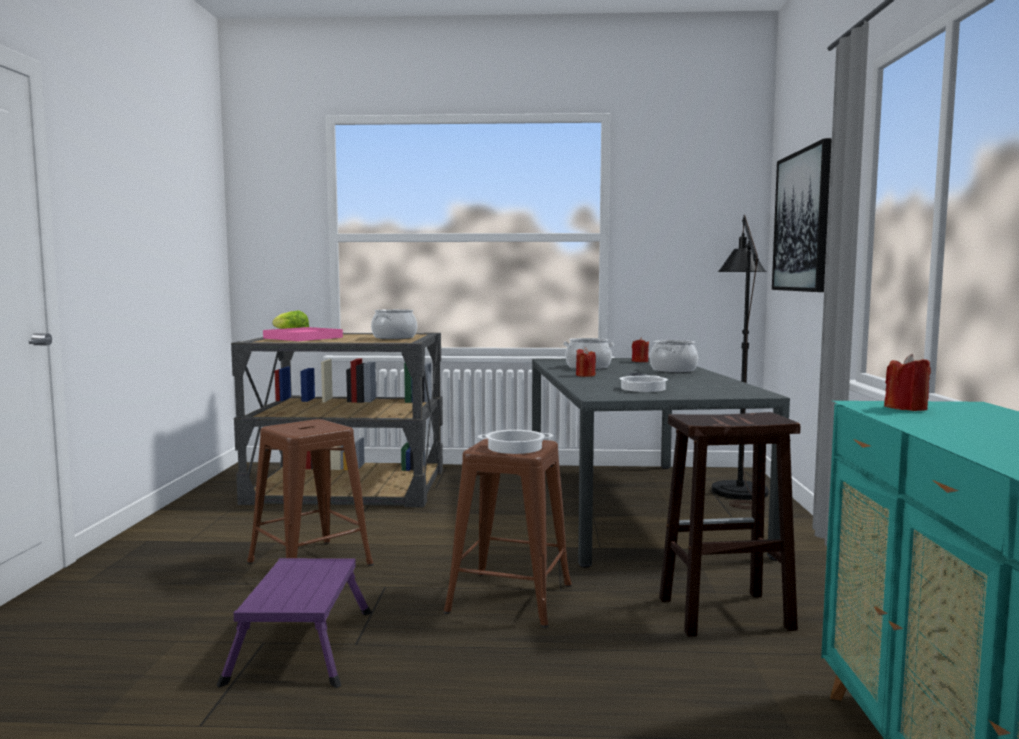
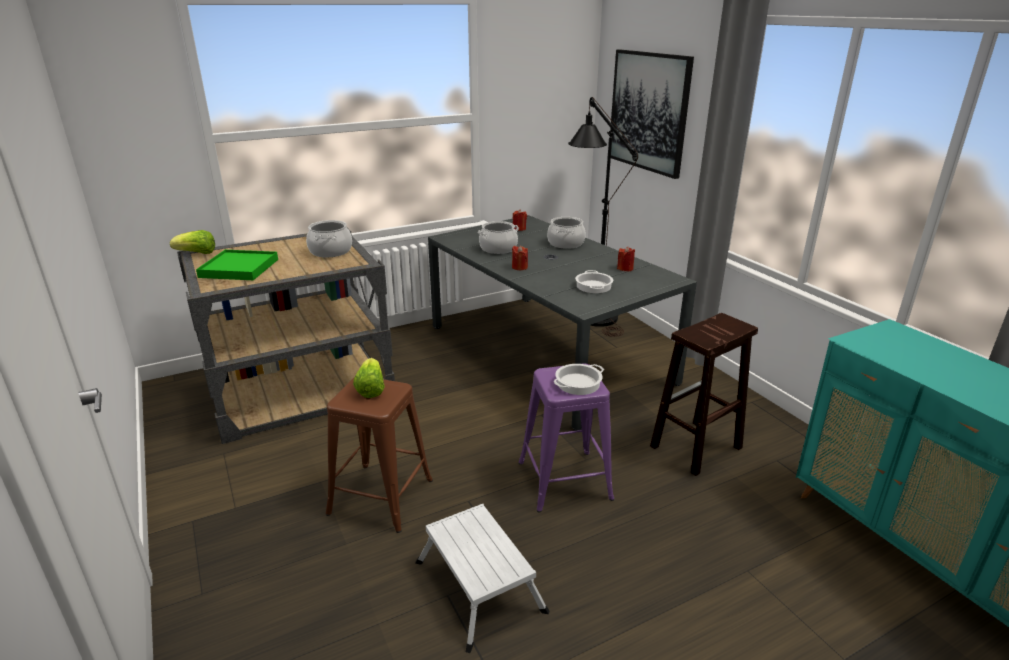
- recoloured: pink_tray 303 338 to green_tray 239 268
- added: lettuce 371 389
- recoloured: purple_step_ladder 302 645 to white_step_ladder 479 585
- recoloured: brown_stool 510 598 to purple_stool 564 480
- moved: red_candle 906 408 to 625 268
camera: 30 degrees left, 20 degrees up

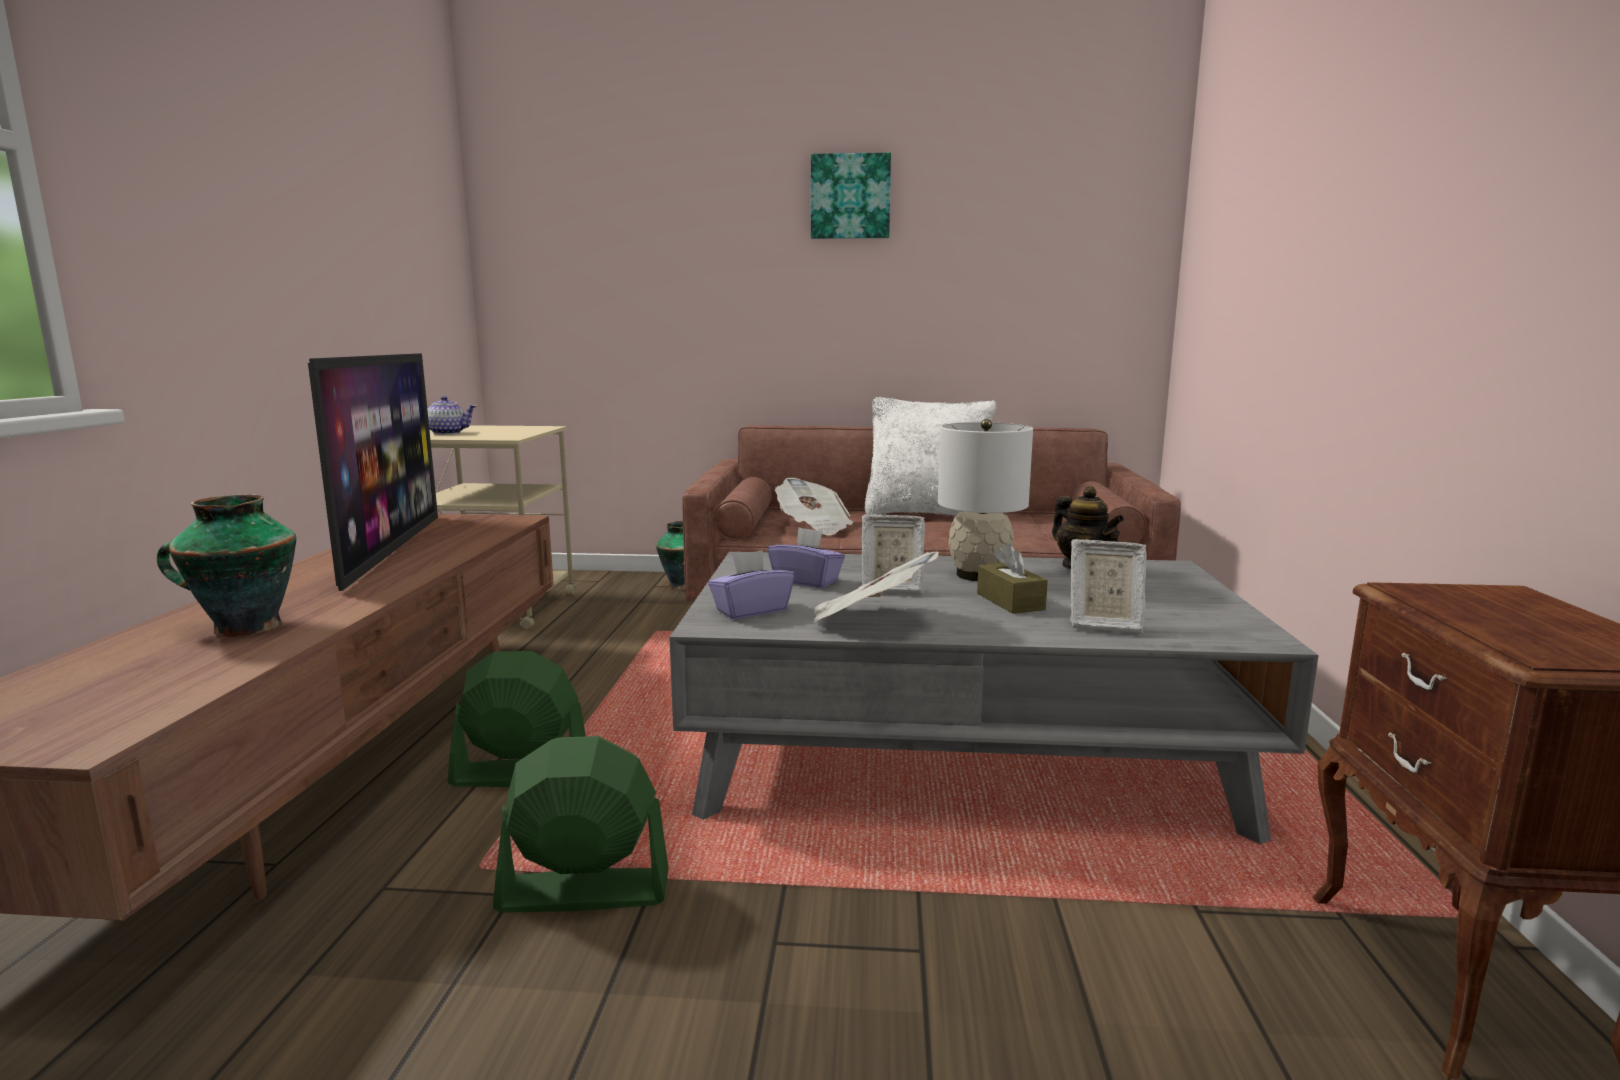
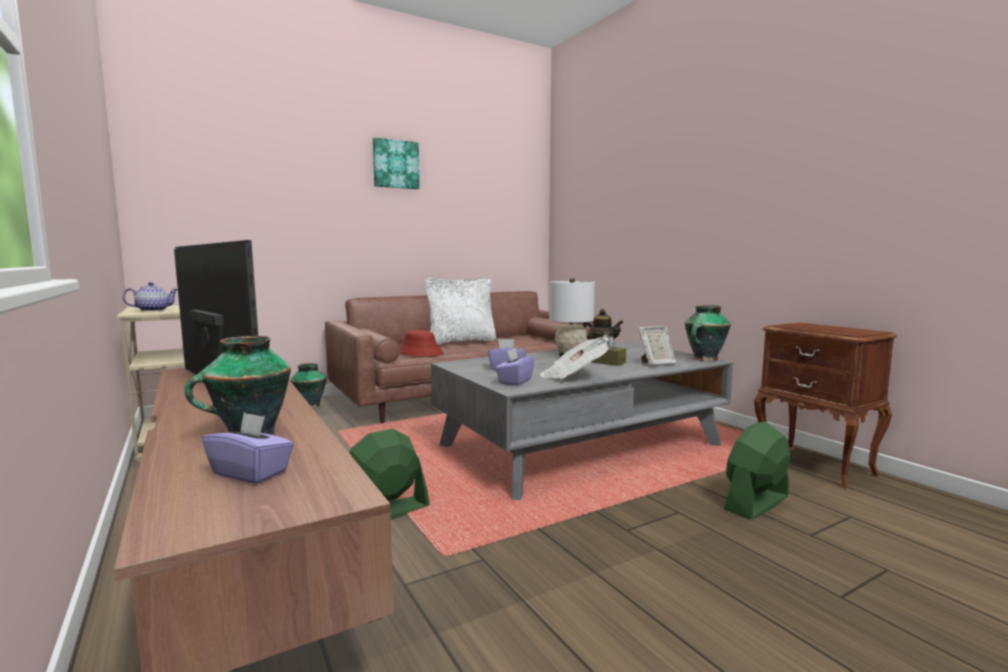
- added: purple_tissue_box 251 473
- replaced: newspaper 814 527 to red_hat 420 352
- added: vase 704 359
- moved: green_fan 583 891 to 756 503
- removed: picture_frame 891 589
camera: 35 degrees left, 5 degrees down

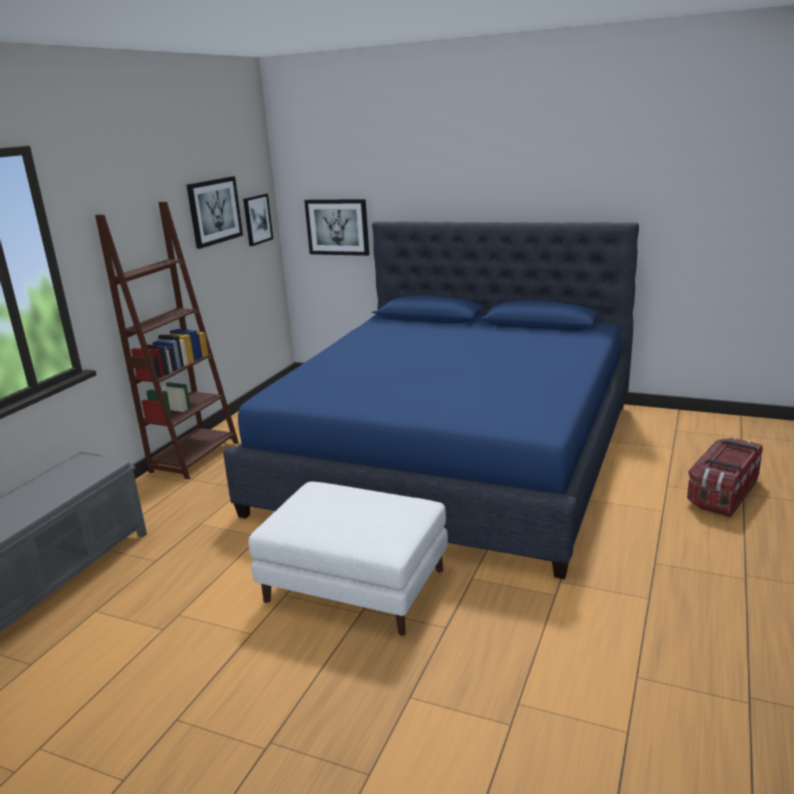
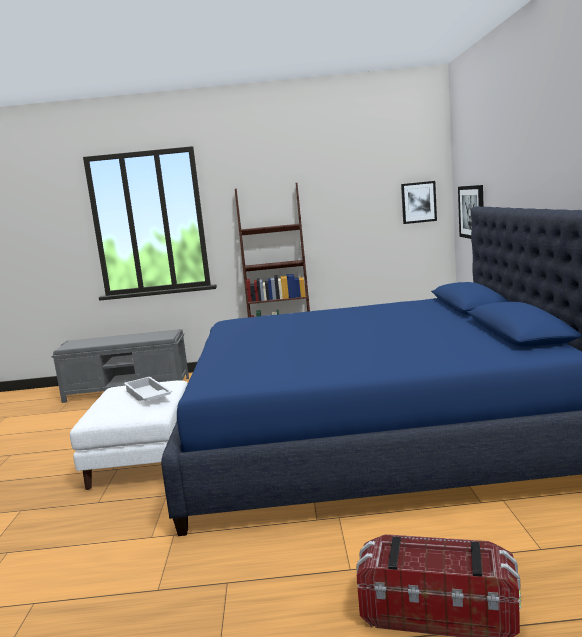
- added: white_tray 147 395
- removed: picture 214 211
camera: 65 degrees right, 10 degrees down

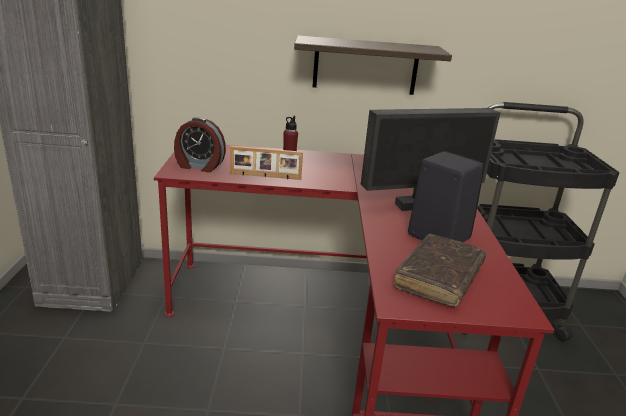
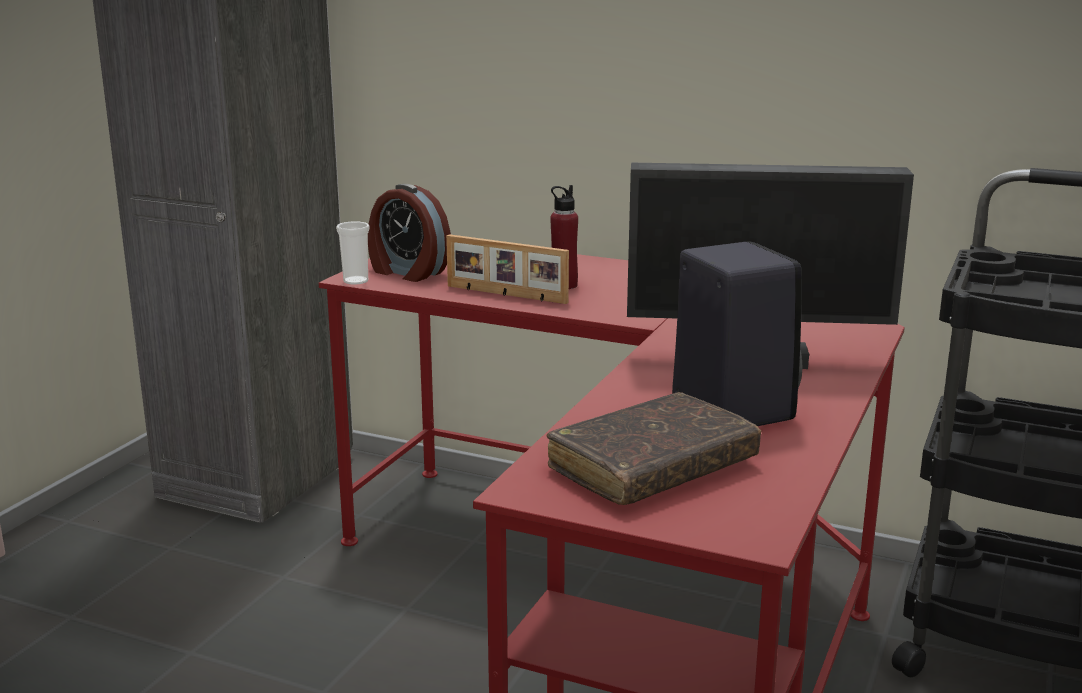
- added: cup 355 281
- removed: shelf 365 66
camera: 25 degrees right, 5 degrees down

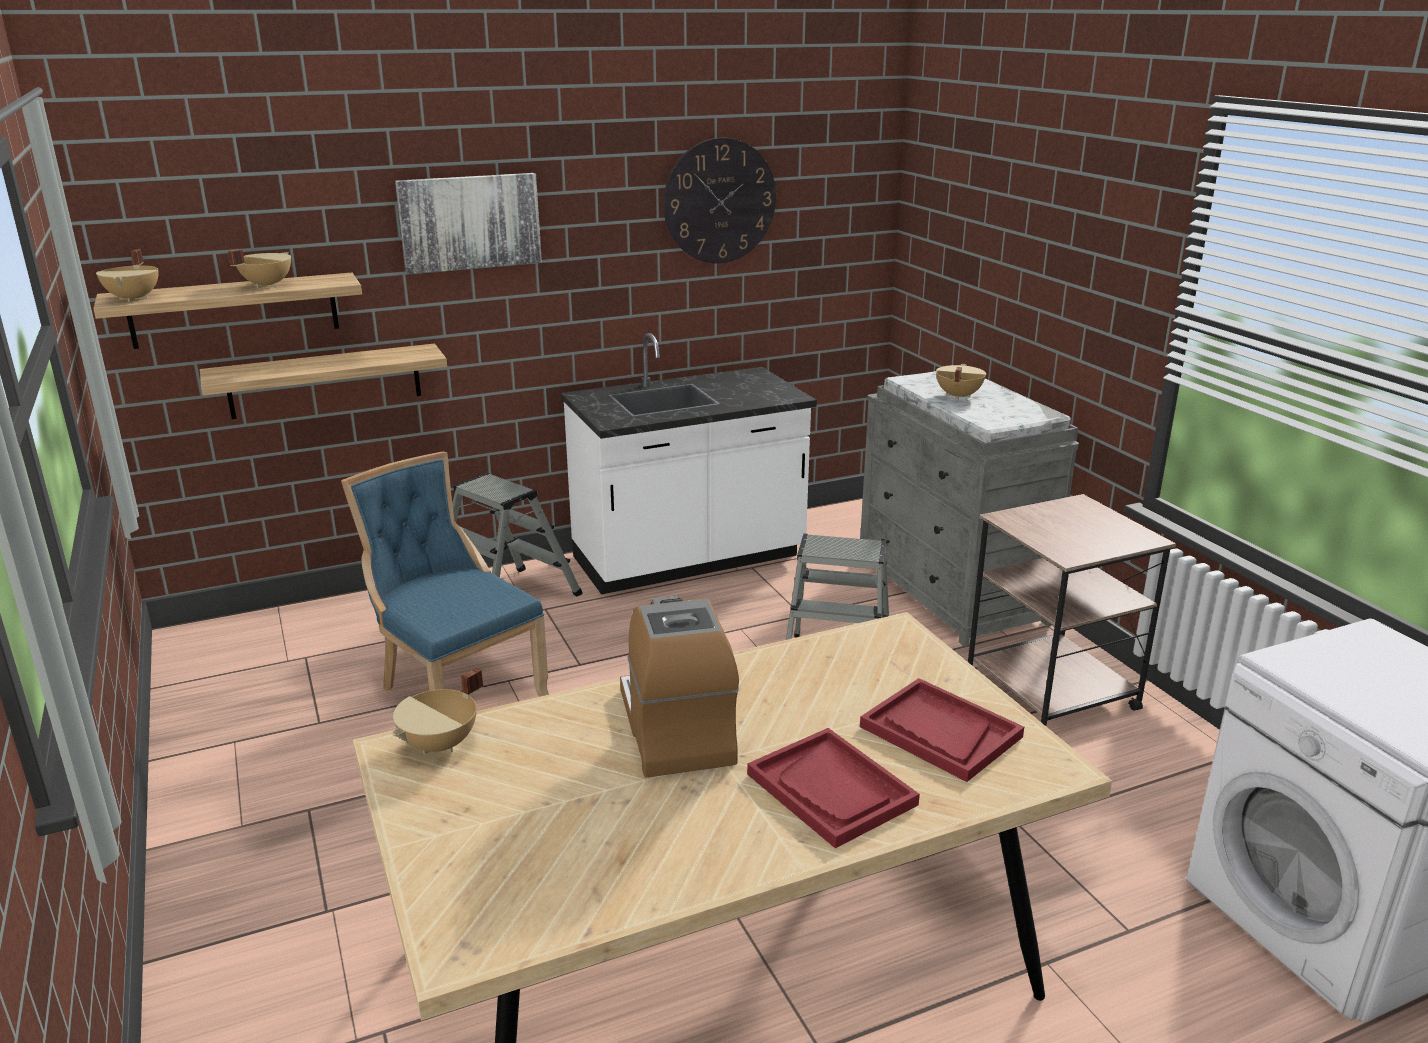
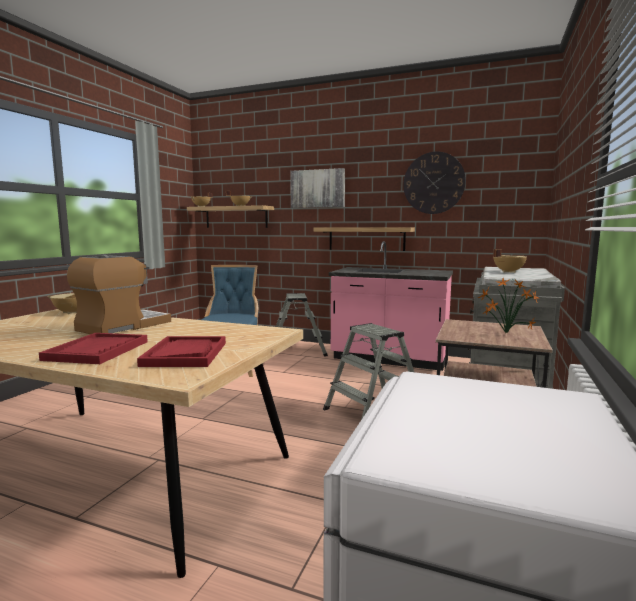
- moved: shelf 325 381 to 366 238
- recoloured: white_counter 689 560 to pink_counter 389 359
- added: potted_plant 504 333
camera: 45 degrees right, 15 degrees down

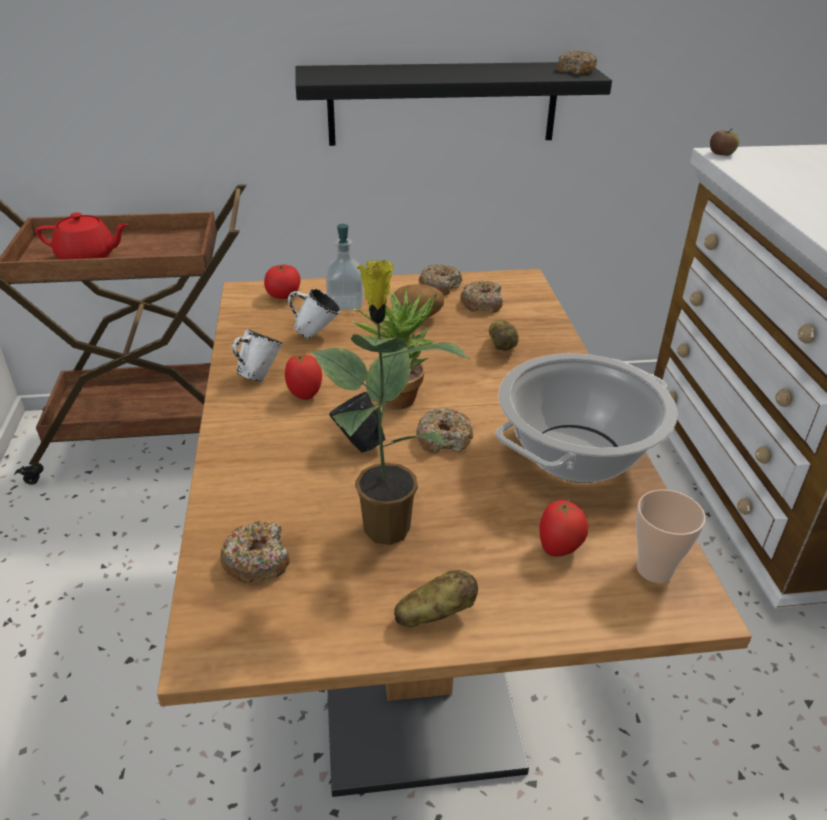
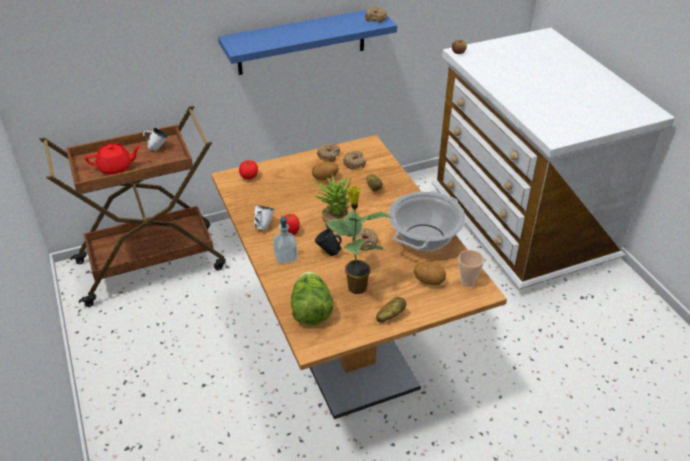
- moved: white_mug 316 334 to 158 148
- recoloured: black_shelf 443 103 to blue_shelf 301 41
- moved: soap_dispenser 346 304 to 285 257
- replaced: donut 257 560 to lettuce 310 311
- replaced: tomato 559 548 to potato 429 281
camera: 15 degrees left, 5 degrees up

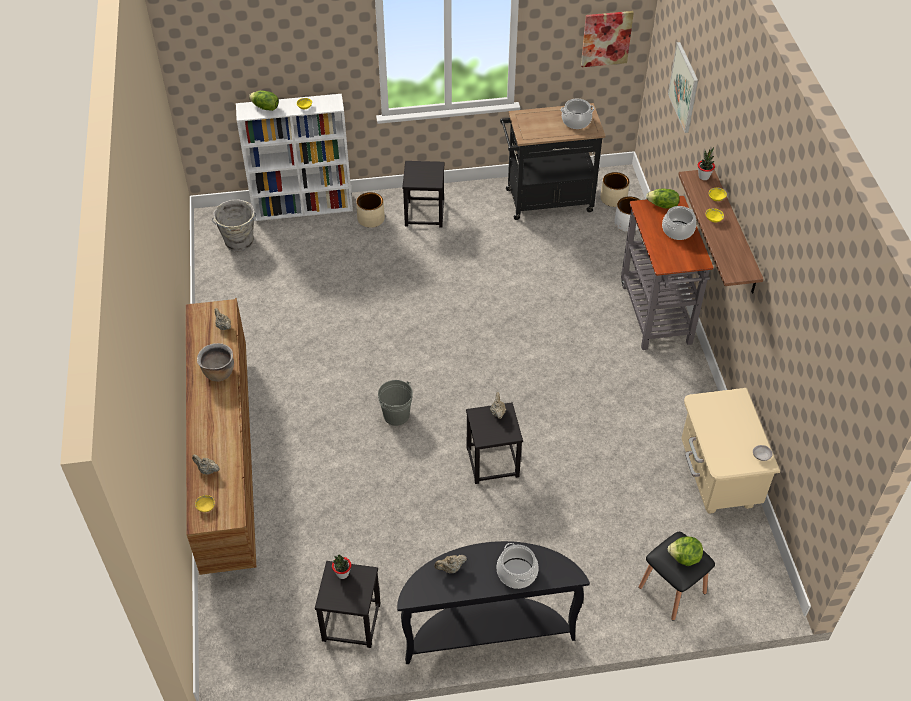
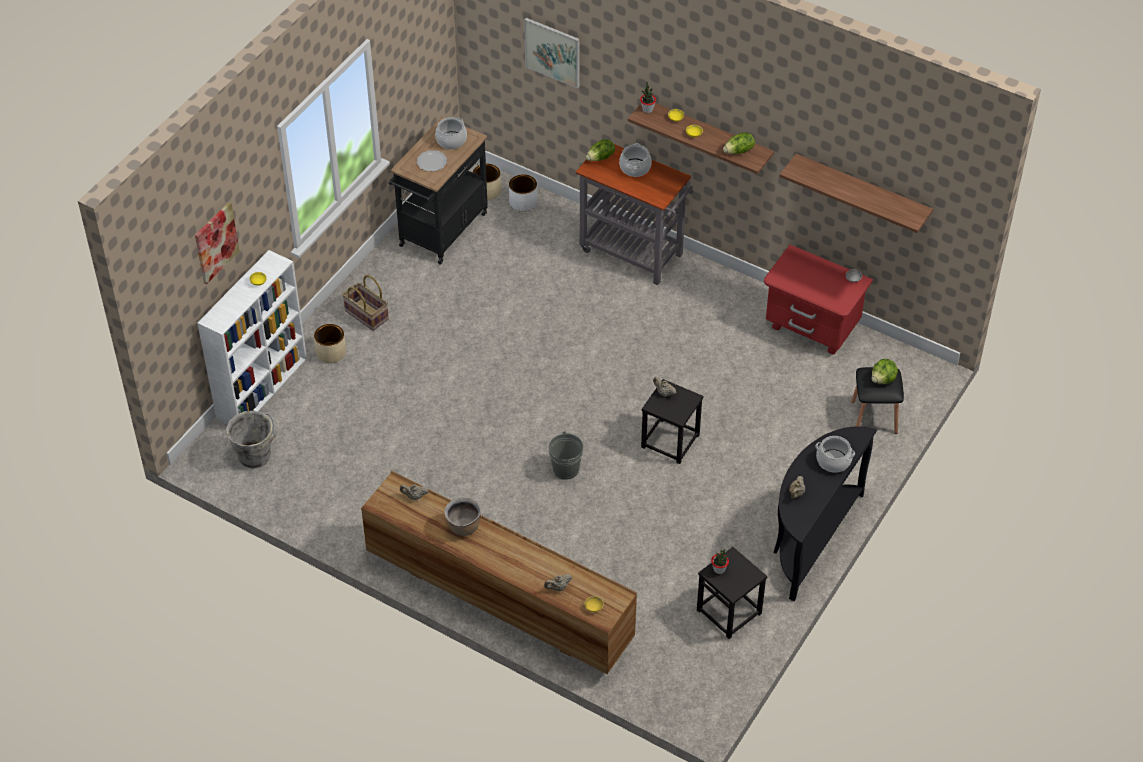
- moved: picture 606 38 to 216 242
- replaced: black_stool 424 214 to basket 366 315
- added: plate 432 161
- moved: lettuce 265 107 to 739 151
- recoloured: beige_nightstand 715 479 to red_nightstand 811 329
- added: shelf 862 191
camera: 50 degrees left, 0 degrees up

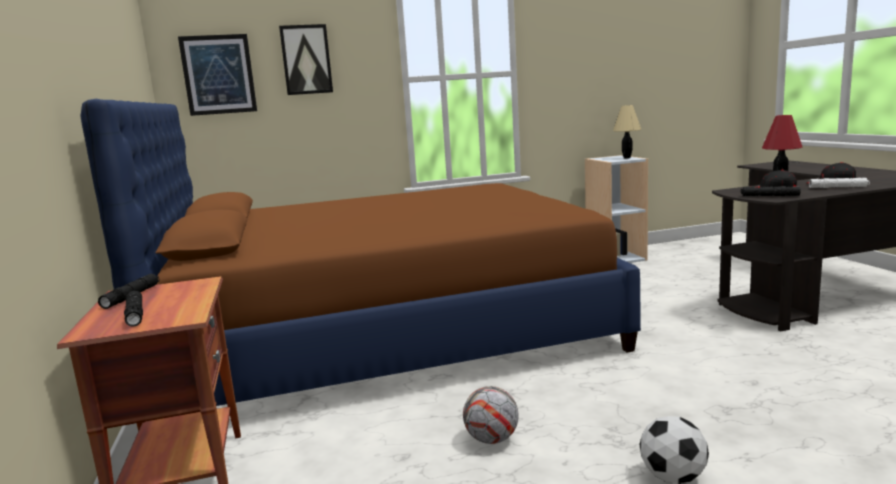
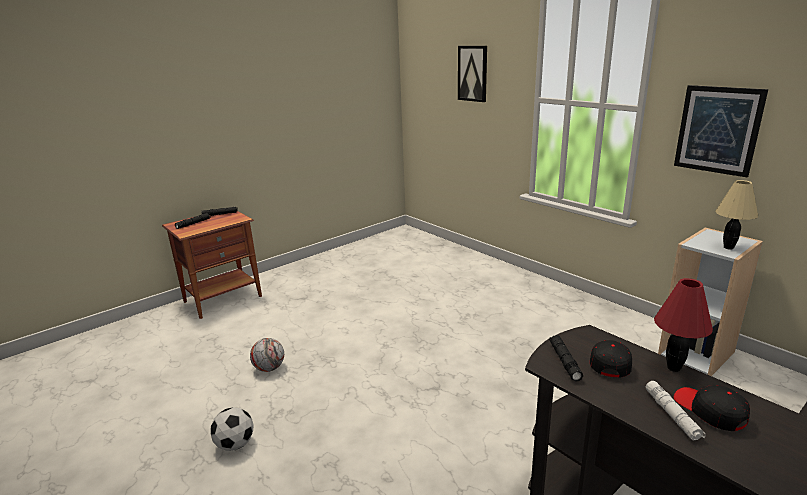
- moved: picture 218 75 to 718 130
- removed: brown_bed 385 333
camera: 65 degrees right, 10 degrees up

